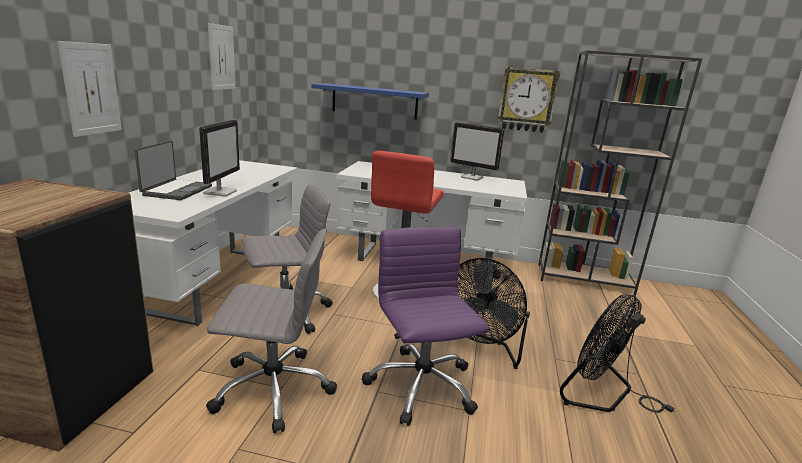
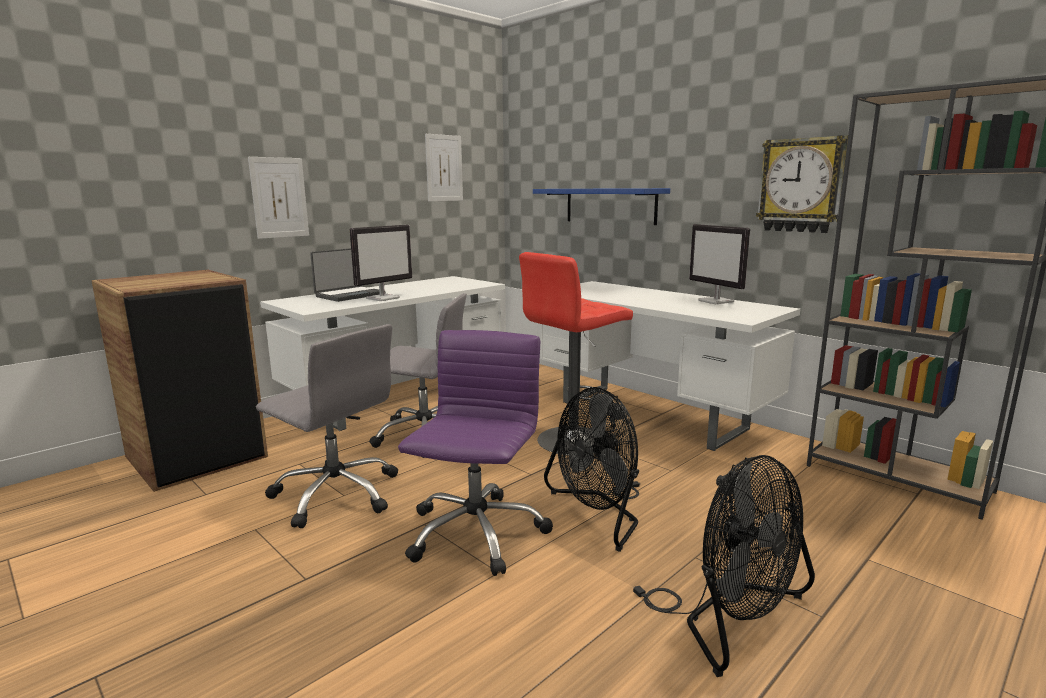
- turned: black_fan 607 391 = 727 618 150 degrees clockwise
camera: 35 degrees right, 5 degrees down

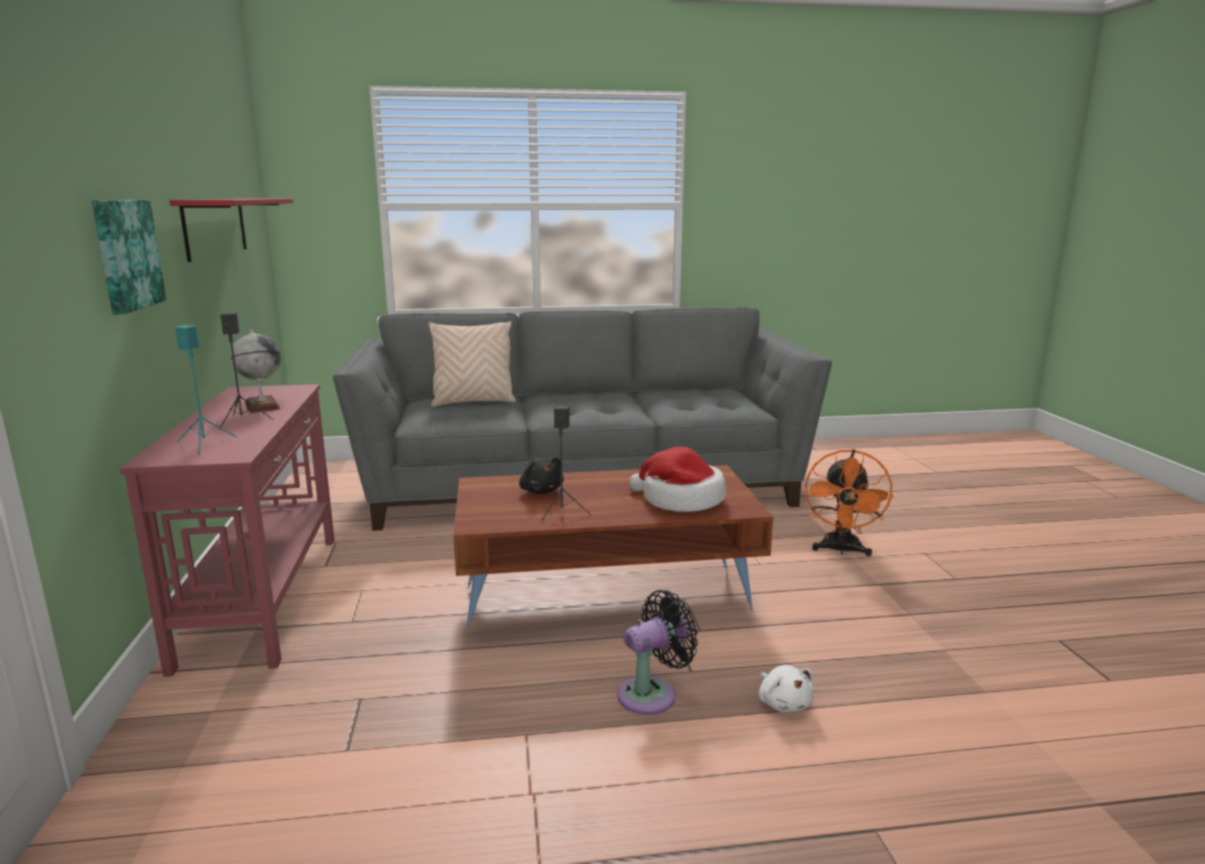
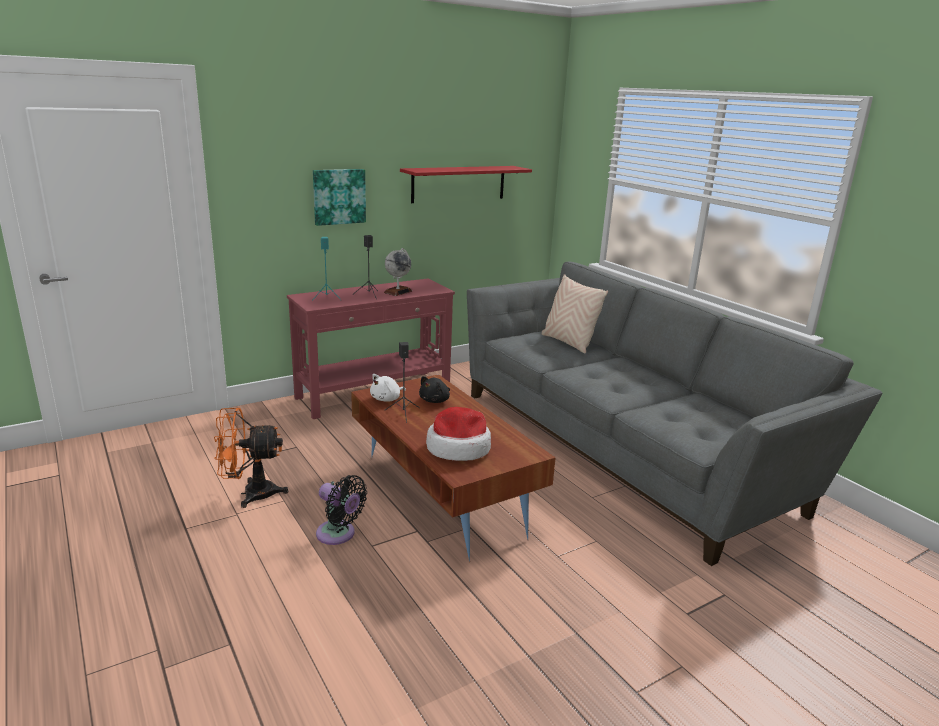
- moved: orange_fan 841 550 to 250 494
- moved: white_plush_toy 783 703 to 387 399
camera: 65 degrees right, 5 degrees up

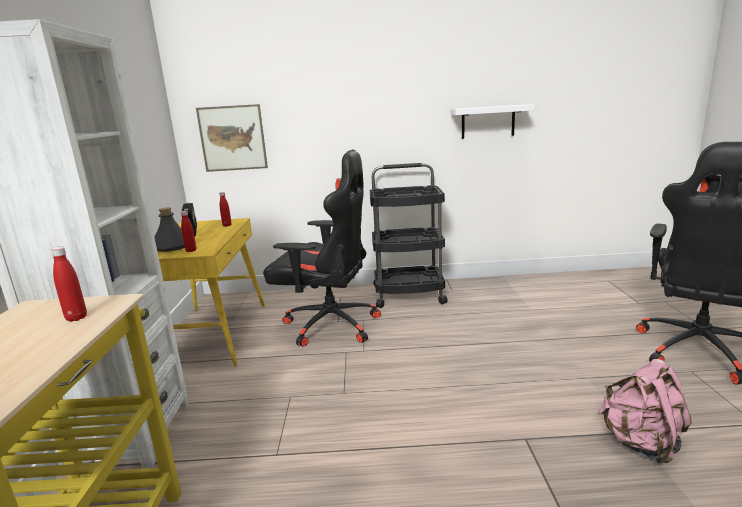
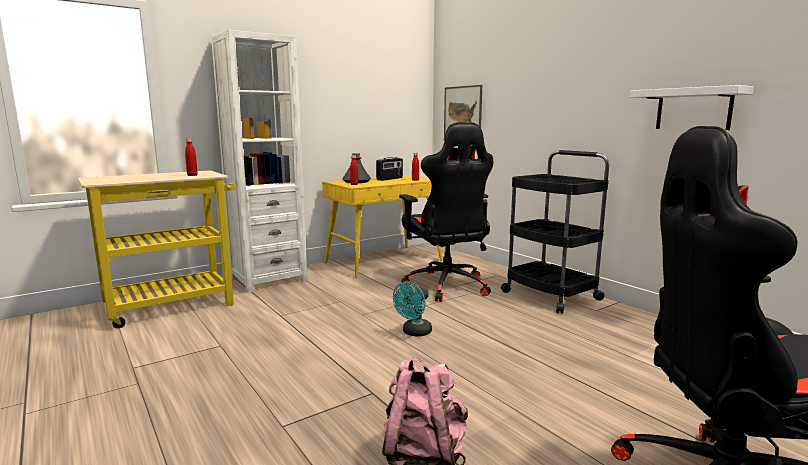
- added: turquoise_fan 414 333
camera: 55 degrees right, 5 degrees down

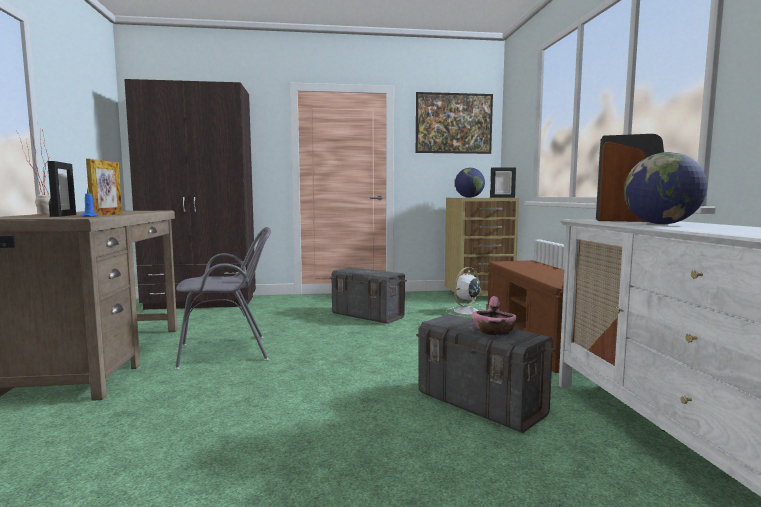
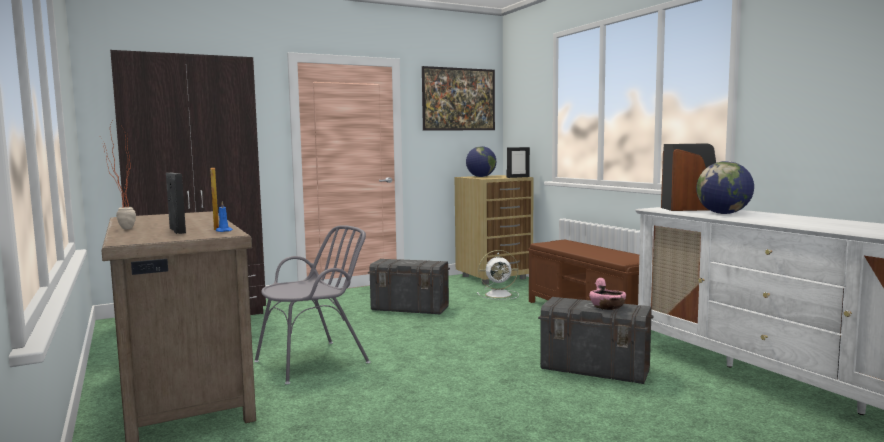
- turned: white_fan 465 312 = 499 294 120 degrees counterclockwise
camera: 20 degrees left, 0 degrees up

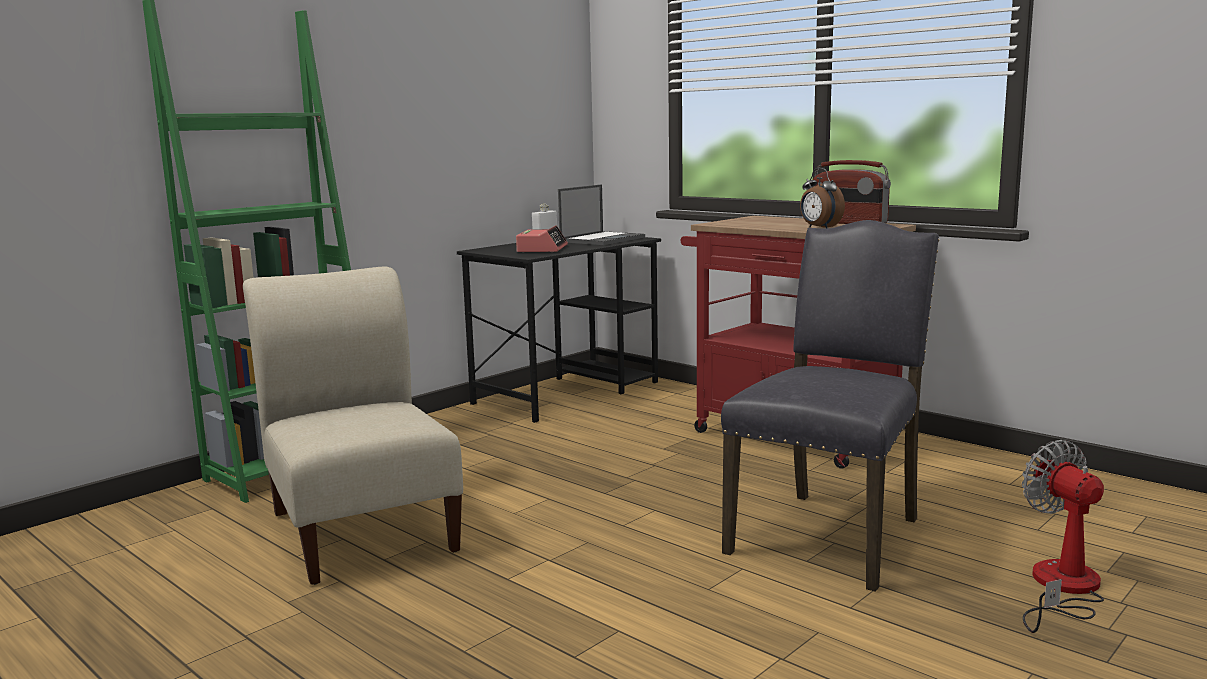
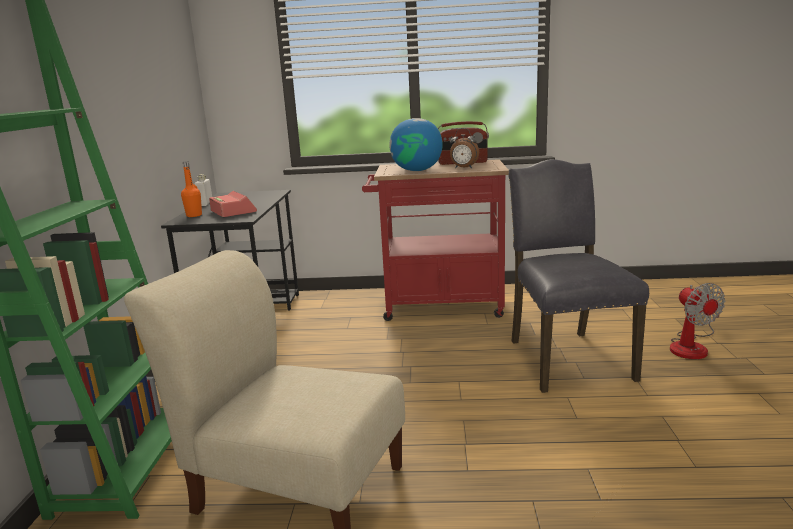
- added: orange_bottle 194 215
- added: globe 417 170
- turned: fan 1061 589 = 691 346 135 degrees counterclockwise
- removed: laptop 603 239
camera: 40 degrees left, 5 degrees up

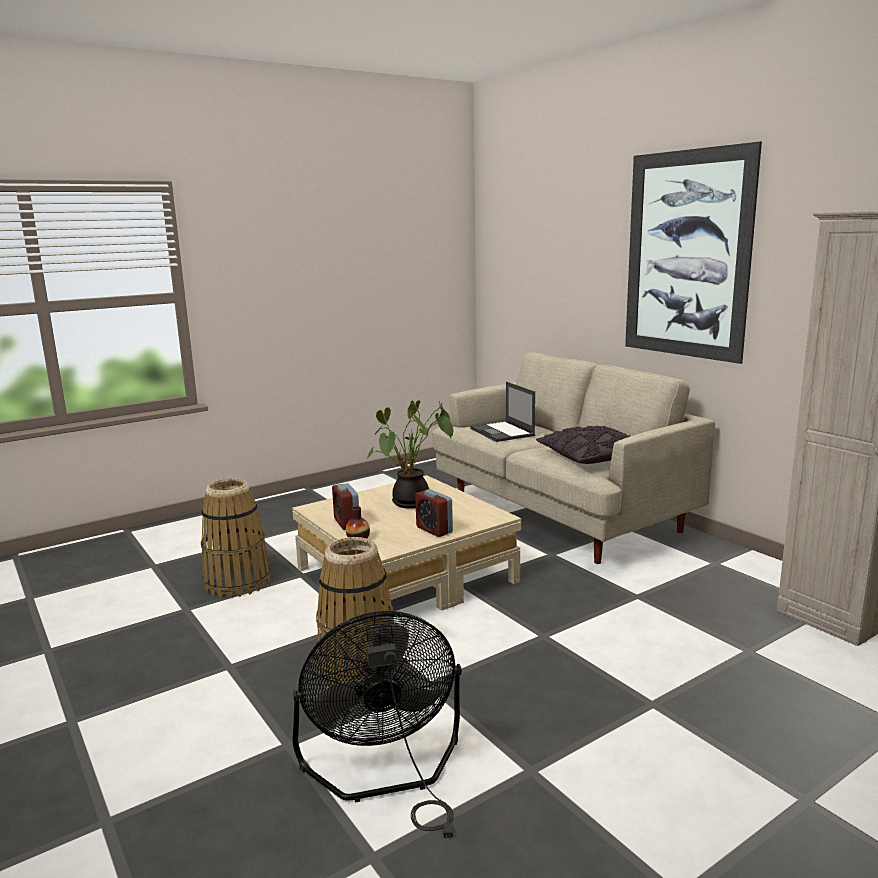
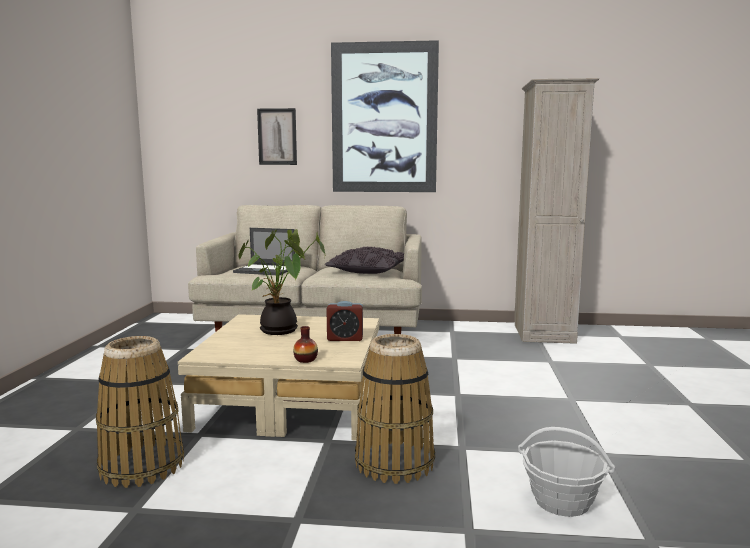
- added: picture 277 136
- replaced: black_fan 392 776 to basket 561 501
- removed: alarm_clock 346 523
camera: 50 degrees left, 5 degrees down

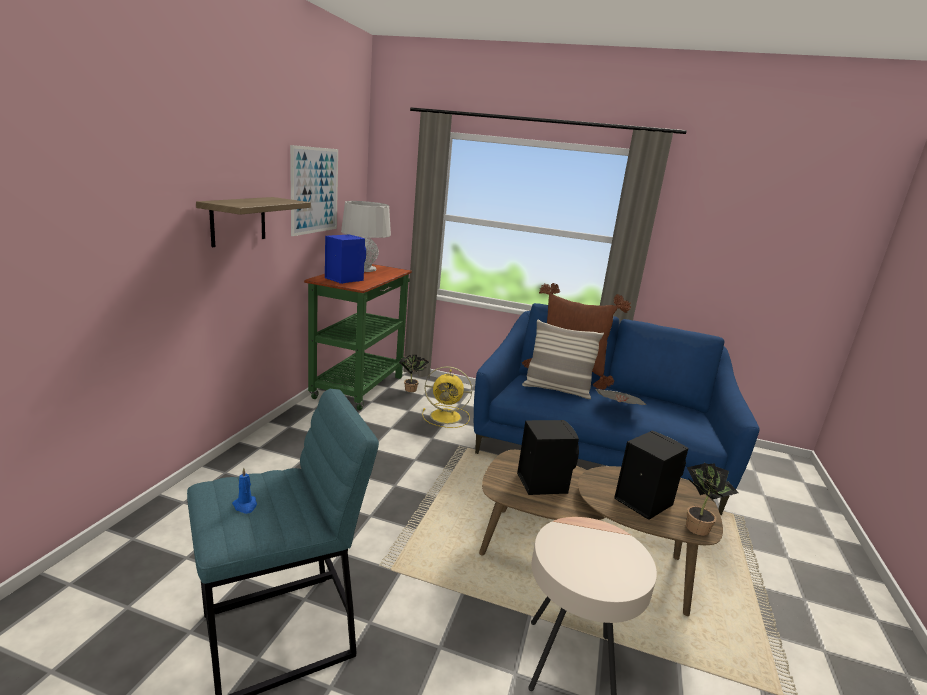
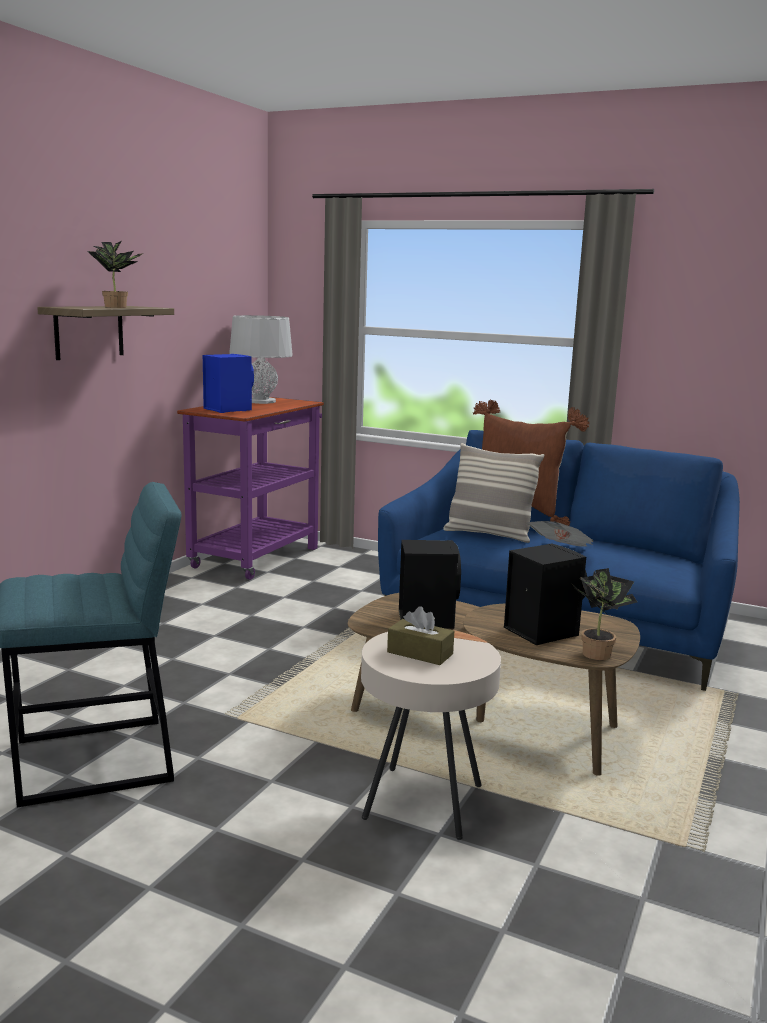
- moved: potted_plant 412 389 to 118 307
- recoloured: green_cart 359 387 to purple_cart 256 557
- added: brown_tissue_box 420 653
- removed: blue_candle 245 506
- removed: picture 315 190
- removed: yellow_fan 447 417
camera: 10 degrees right, 5 degrees down

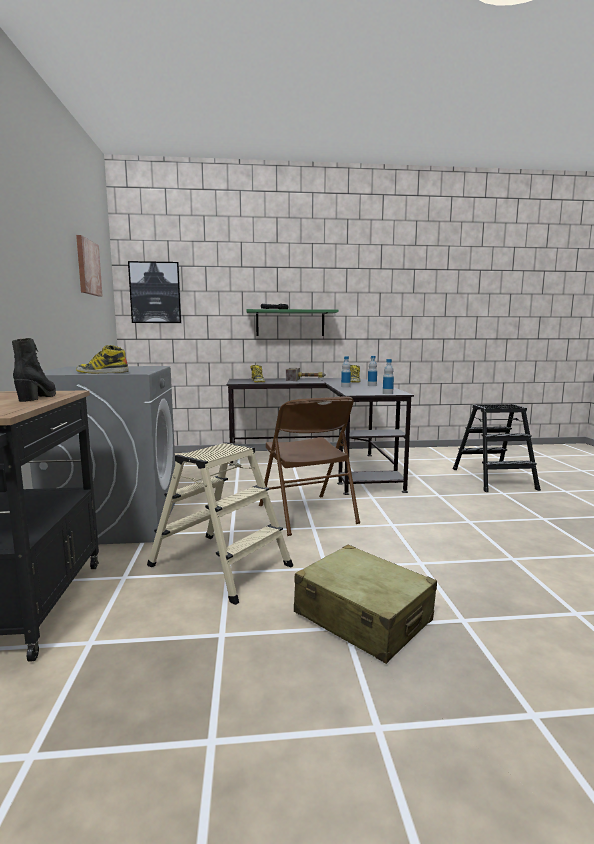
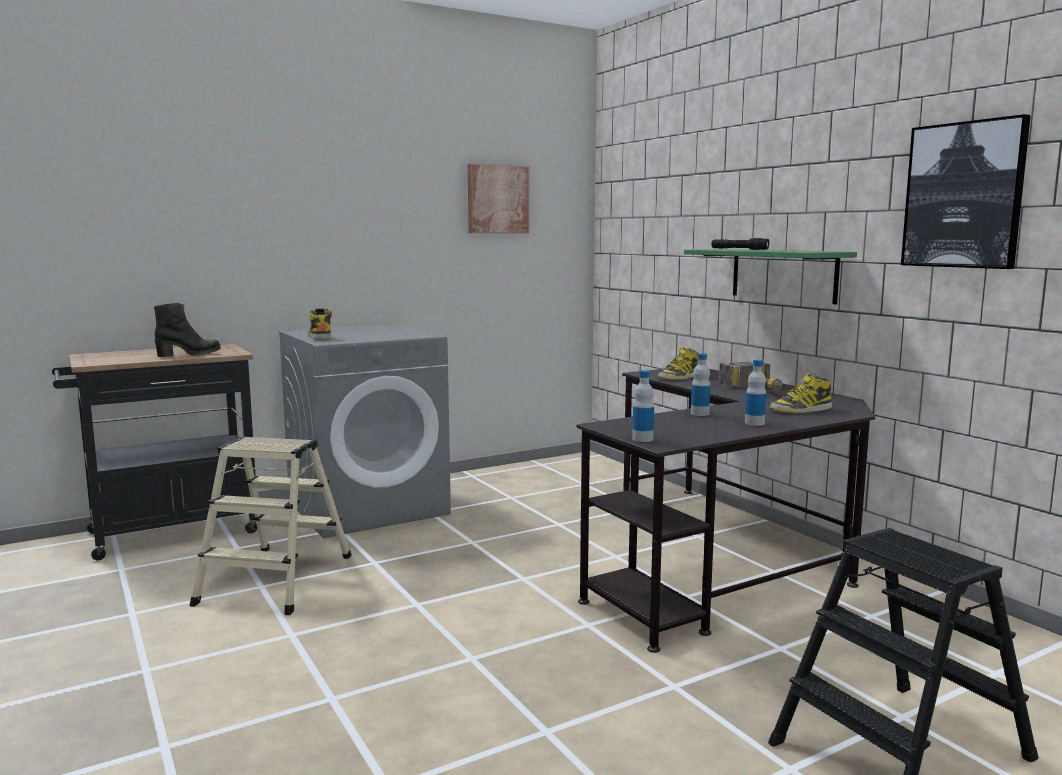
- moved: picture 155 293 to 963 195
- removed: brown_chair 306 514
- removed: beige_suitcase 363 617
camera: 65 degrees right, 0 degrees up

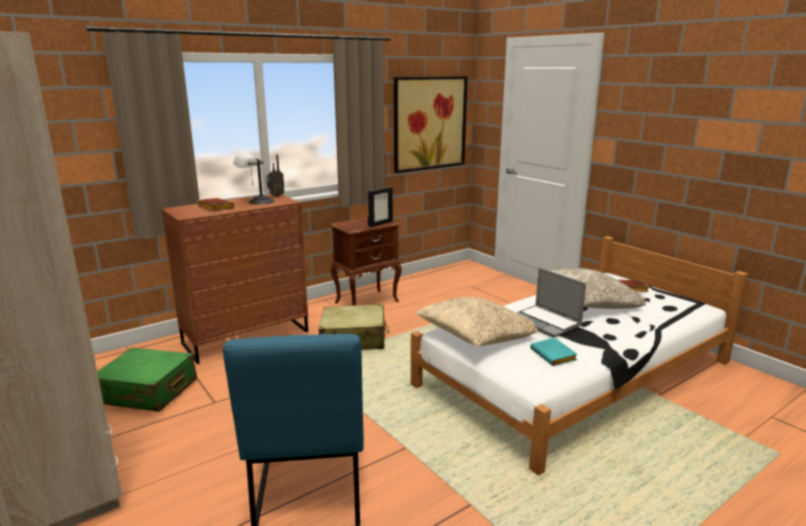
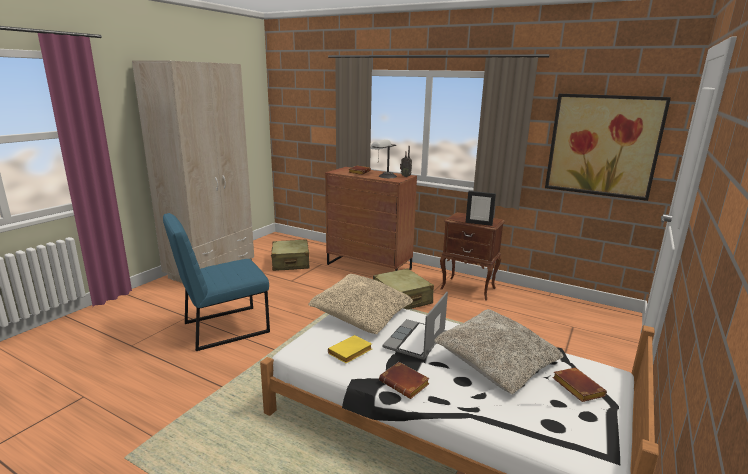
- recoloured: green_suitcase 147 392 to beige_suitcase 290 263
- recoloured: turquoise_book 555 356 to yellow_book 350 353
- added: brown_book 405 384
camera: 65 degrees right, 0 degrees up

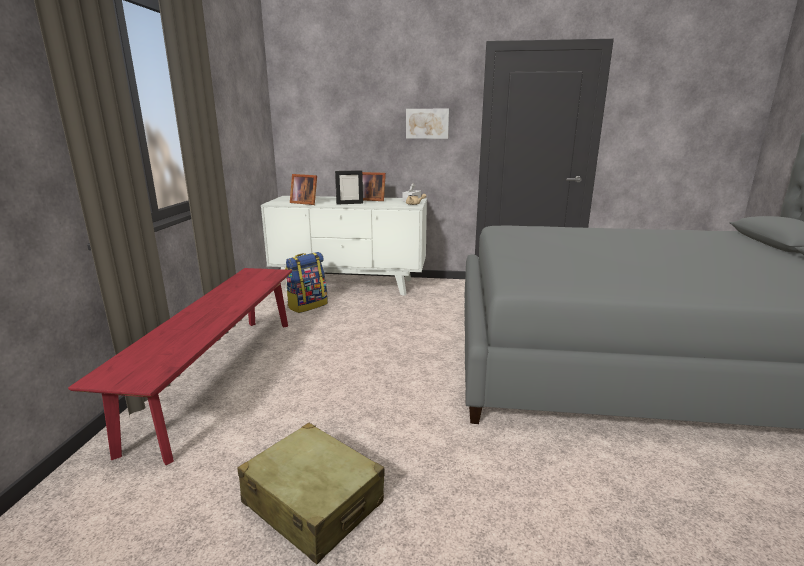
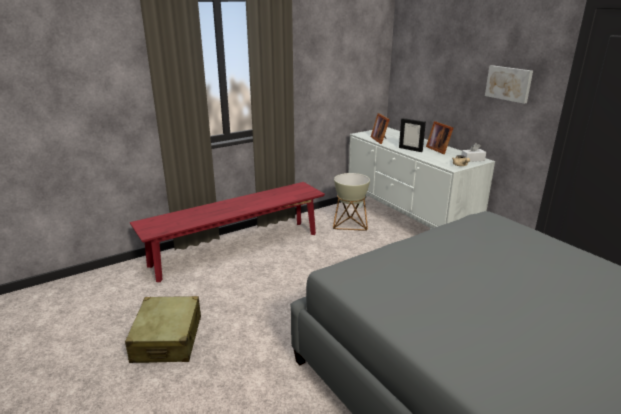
- replaced: backpack 307 305 to planter 350 225
camera: 50 degrees right, 5 degrees up

